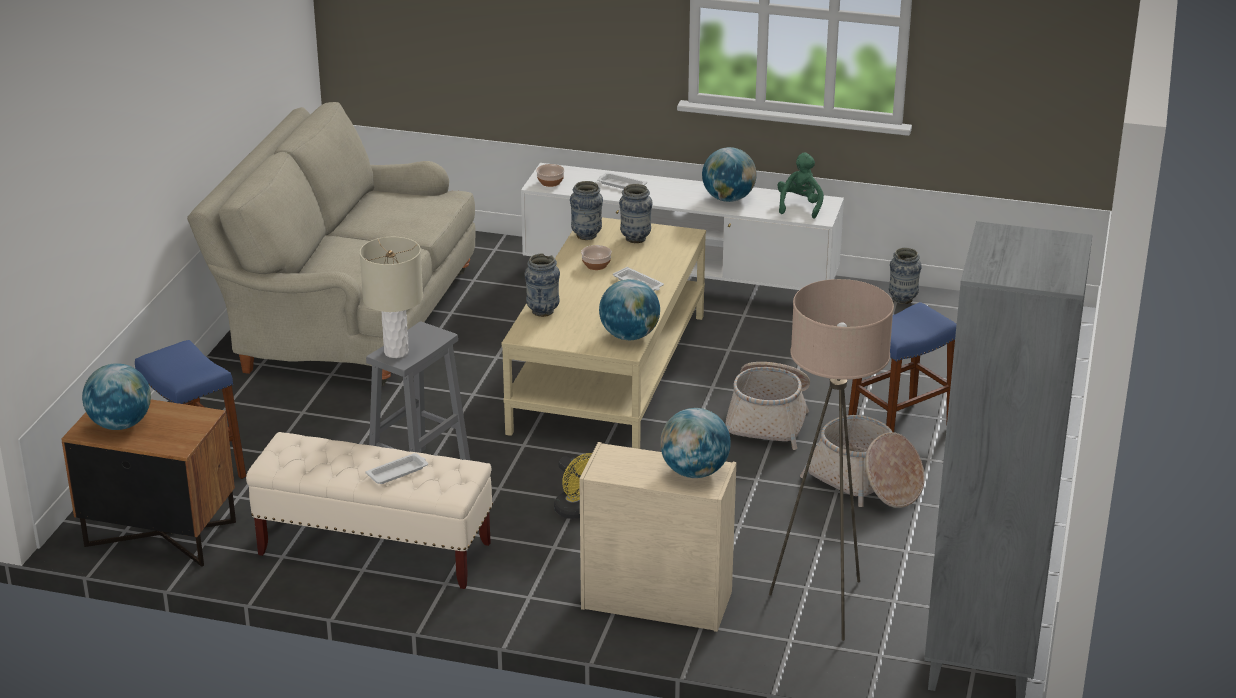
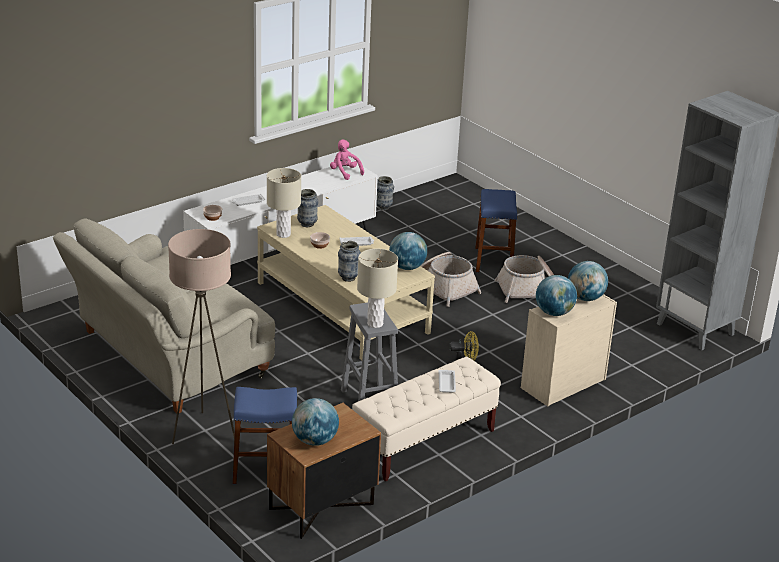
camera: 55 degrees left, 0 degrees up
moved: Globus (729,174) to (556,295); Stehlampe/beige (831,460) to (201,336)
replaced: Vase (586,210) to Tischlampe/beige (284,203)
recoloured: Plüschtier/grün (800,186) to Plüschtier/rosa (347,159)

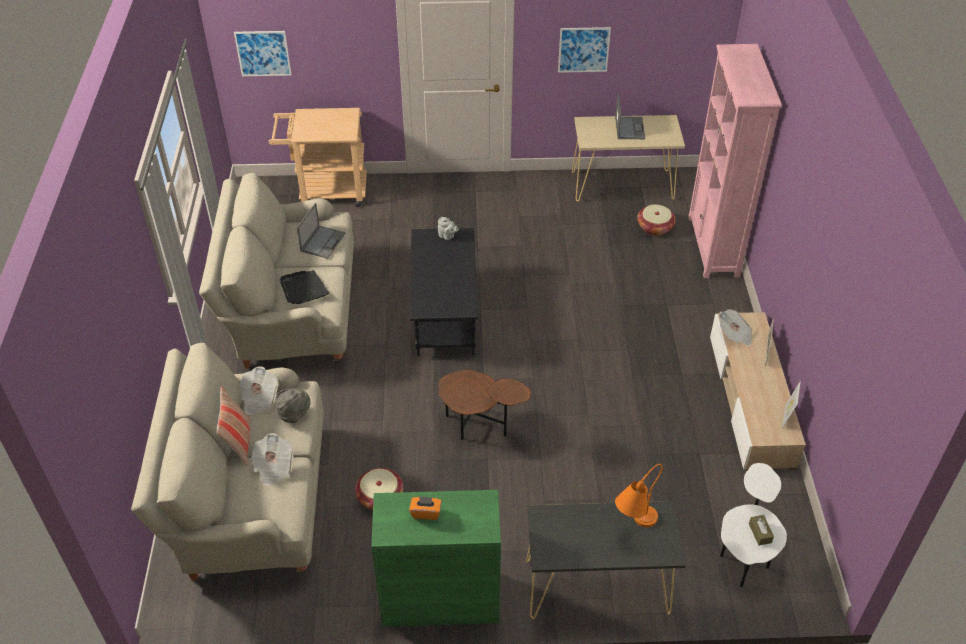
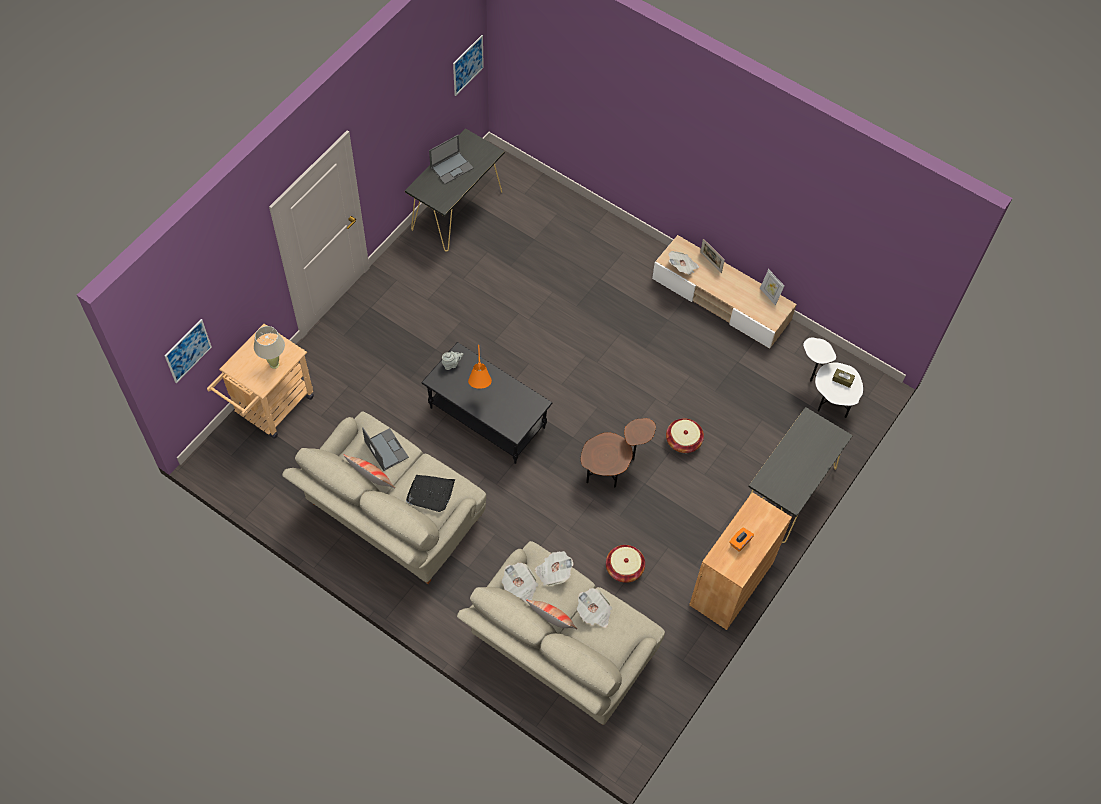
camera: 55 degrees left, 15 degrees up
removed: Bücherregal/rosa (735,161)
added: Tischlampe/beige (269,347); Kissen (369,471)
moved: Bild (584,50) to (468,65); Korb (656,220) to (685,435); Tischlampe/orange (639,495) to (480,367)
replaced: Hut/grau (292,405) to Zeitung (554,568)
recoloured: Konsolentisch/beige (628,158) to Konsolentisch/schwarz (455,189); Schrank/grün (436,558) to Schrank/braun (740,561)
turned: Laptop (630,116) = (451,159) 105 degrees clockwise

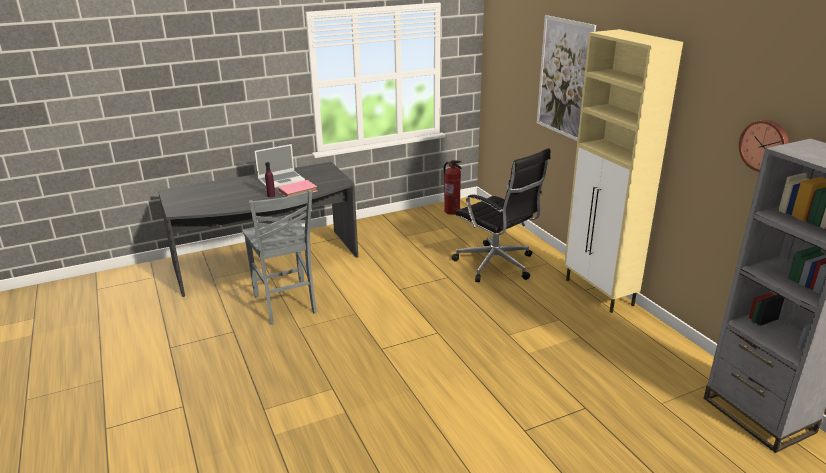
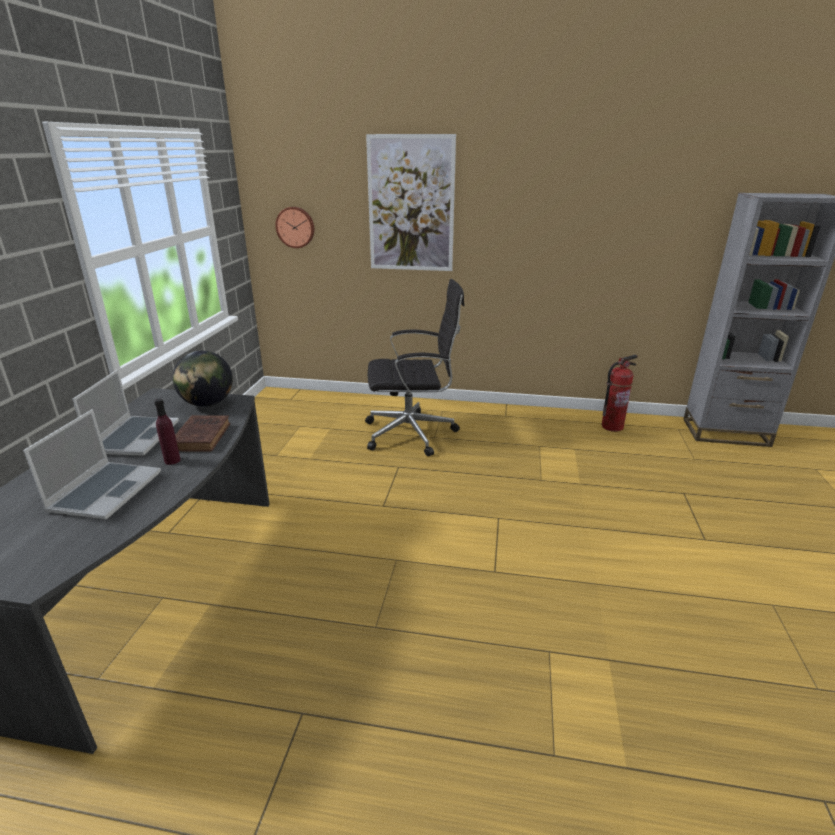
camera: 55 degrees left, 0 degrees up
removed: Schrank/beige (623,171); Stuhl/grau (279,257)
added: Globus (203,379); Laptop (92,464)
moved: Wanduhr (764,146) to (294,227); Feuerlöscher (452,187) to (620,393)
recoloured: Buch/rosa (297,188) to Buch/braun (203,433)

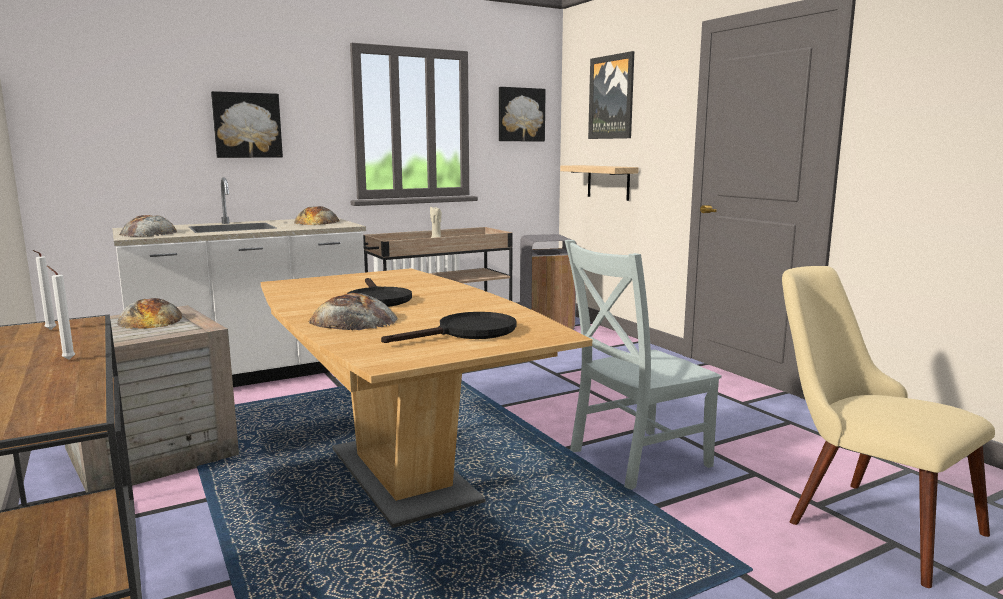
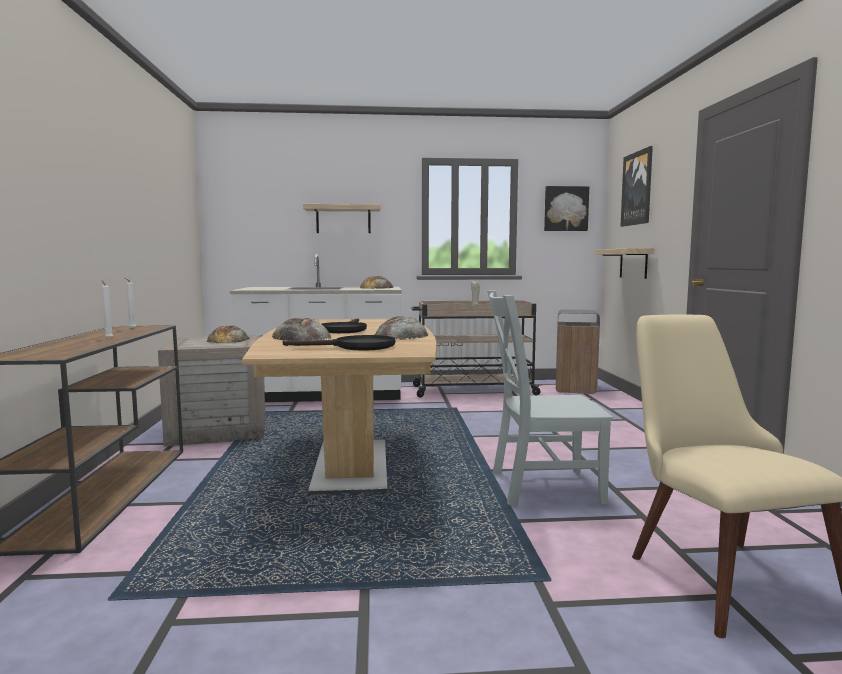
camera: 25 degrees right, 5 degrees down
moved: Brot (148,226) to (401,328)
replaced: Bild (247,124) to Wandregal (341,218)

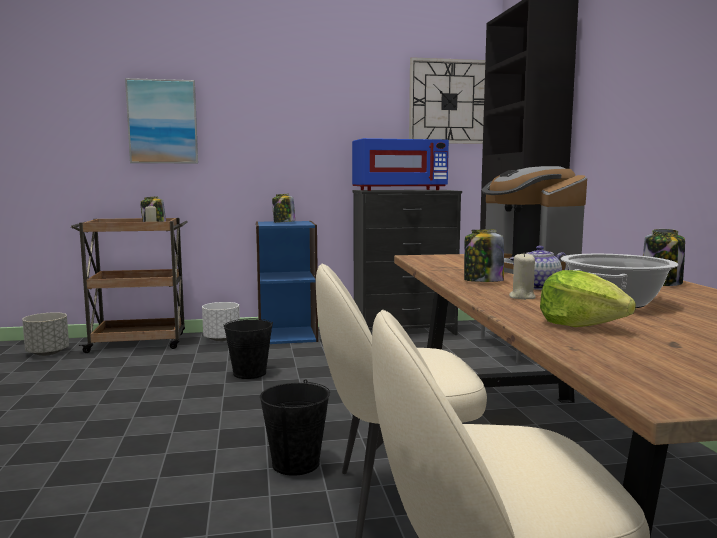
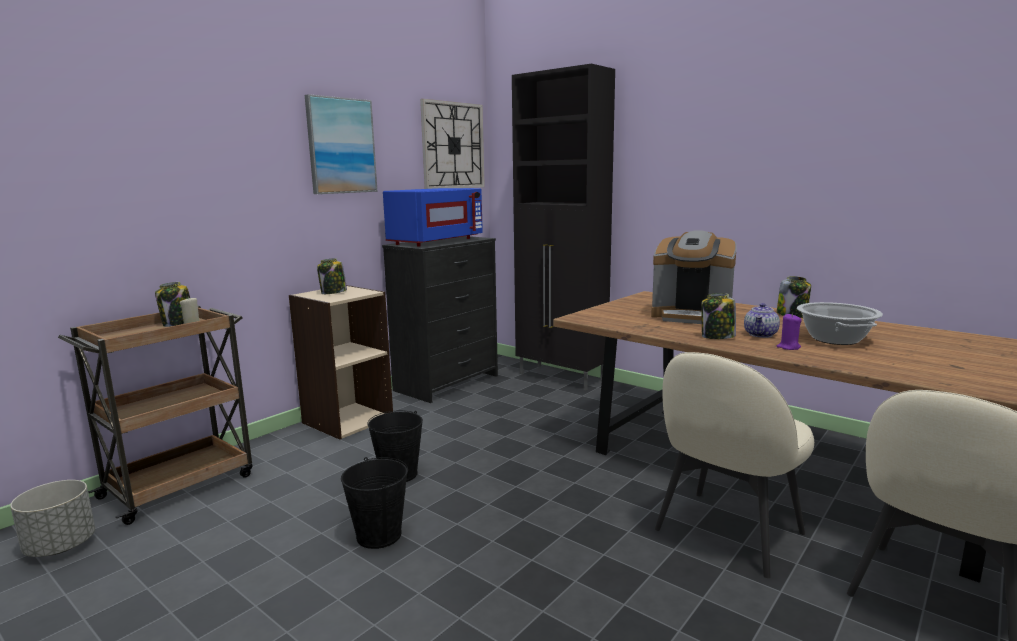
camera: 40 degrees left, 5 degrees up
removed: Salatkopf (588,298); Pflanzkübel/weiß (221,321)
moved: Bild (161,120) to (341,144); Eimer/schwarz (295,427) to (374,503)
recoloured: Bücherregal/blau (287,282) to Bücherregal/beige (341,362); Kerze/beige (522,276) to Kerze/lila (789,332)

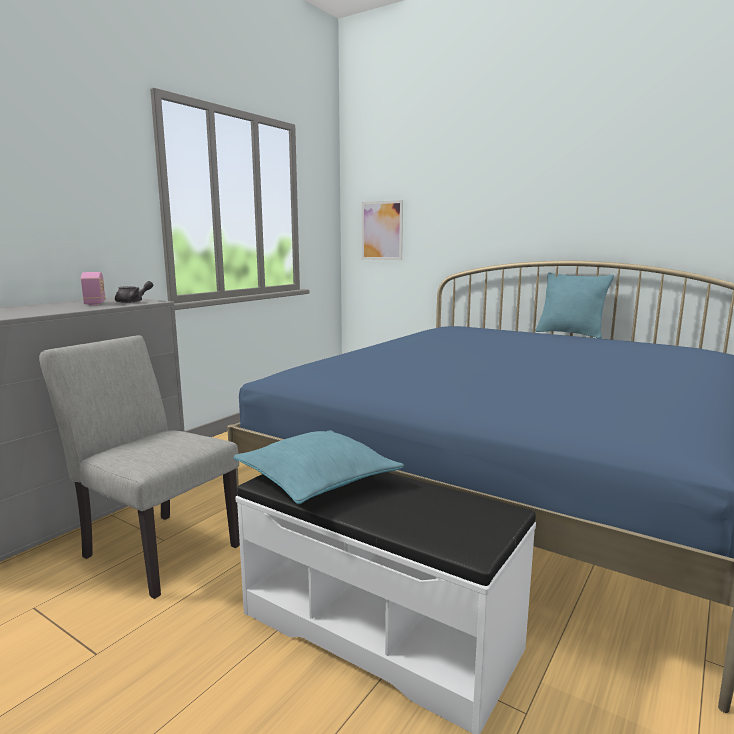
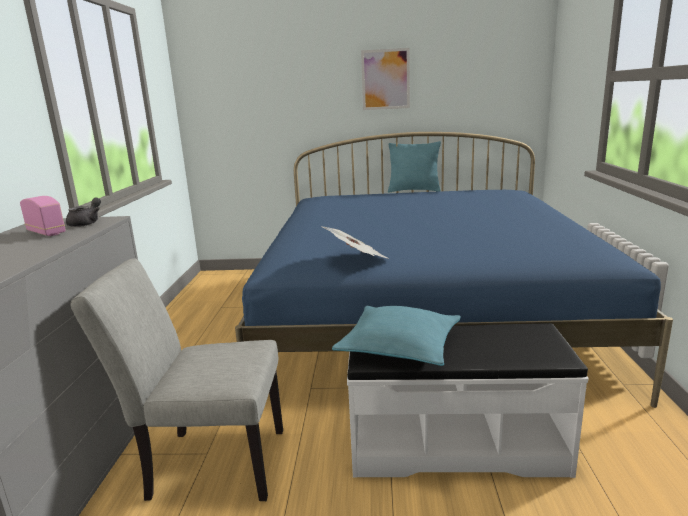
camera: 30 degrees left, 5 degrees up
added: Zeitung (355,242)
moved: Bild (382,230) to (385,79)

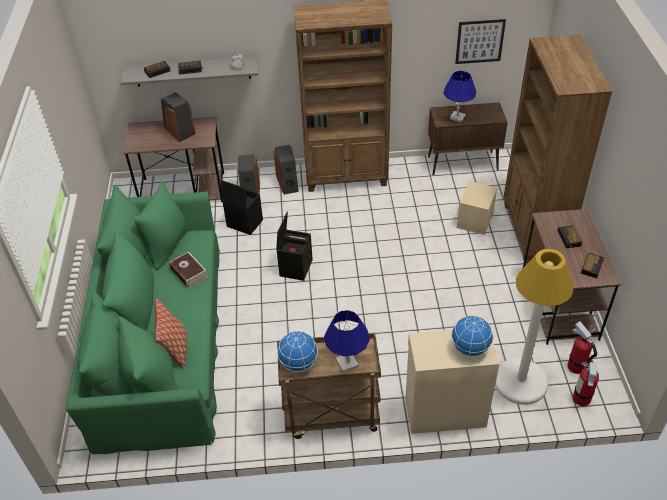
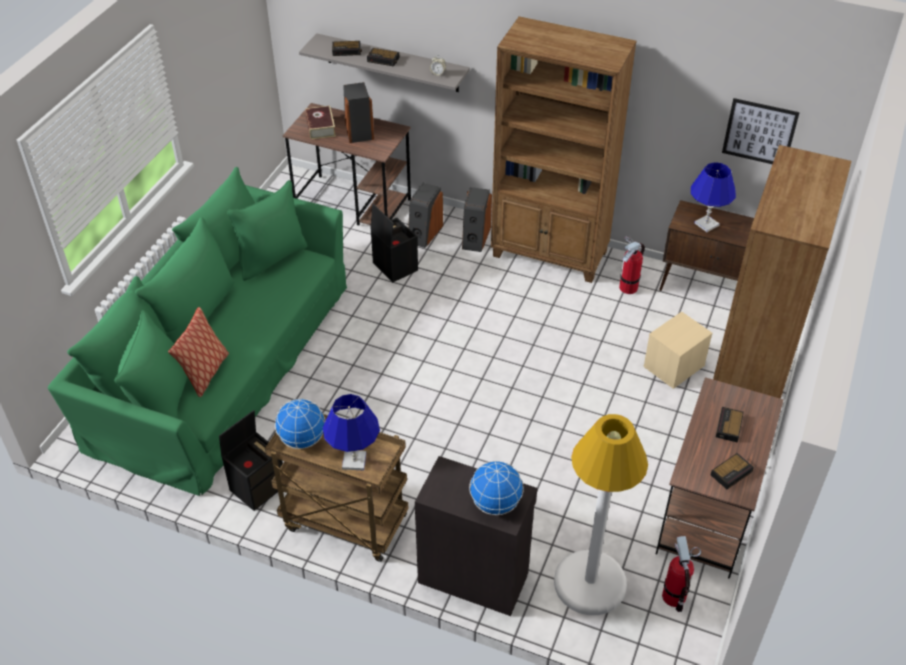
camera: 25 degrees right, 0 degrees up
moved: Aufbewahrungsbox/schwarz (294,246) to (251,460); Buch (188,270) to (320,123); Feuerlöscher (586,383) to (632,265)
recoloured: Schrank/beige (452,381) to Schrank/schwarz (476,536)

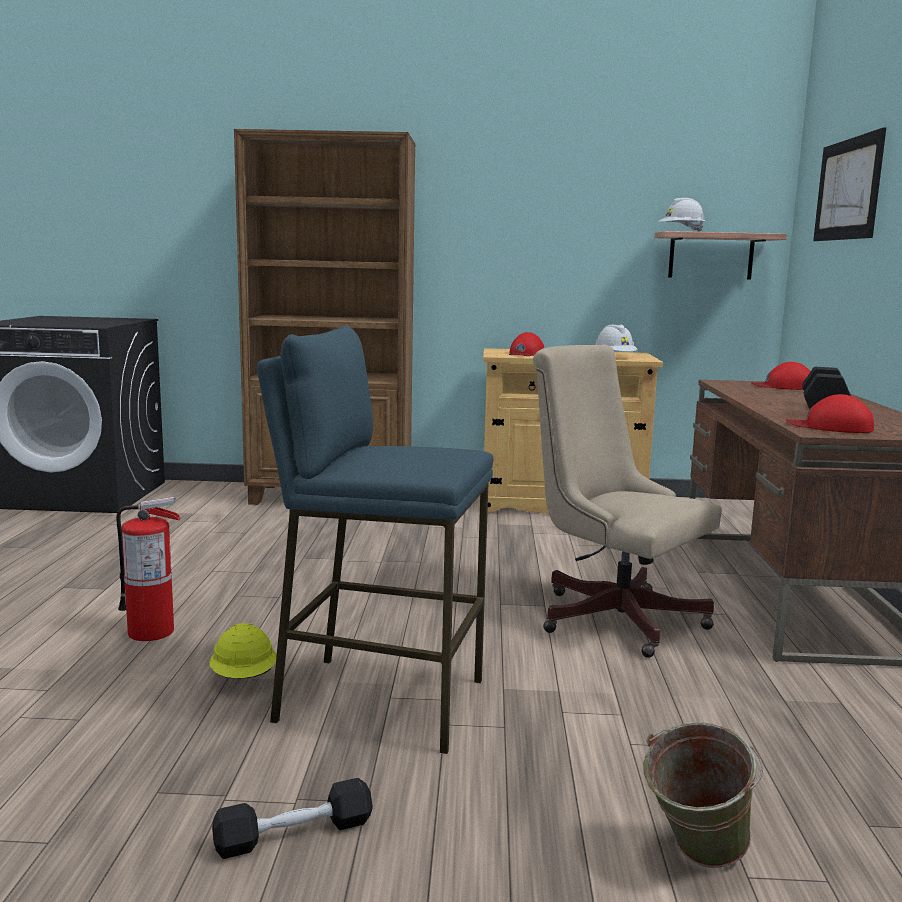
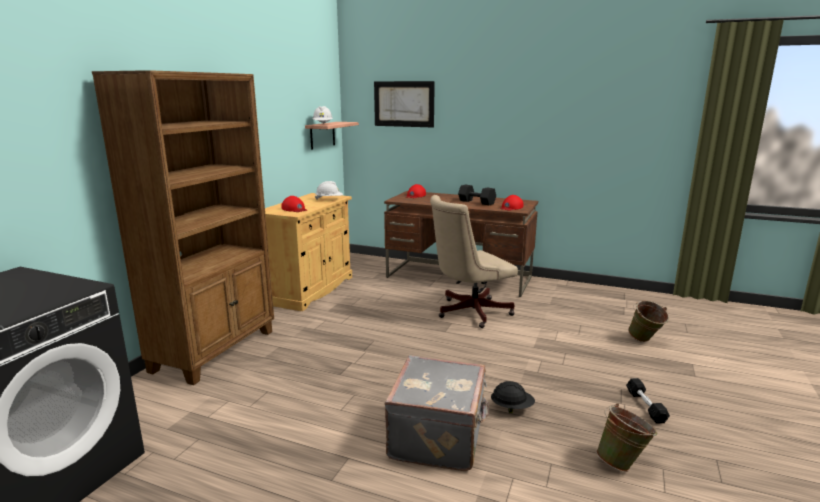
camera: 70 degrees left, 5 degrees up
removed: Hocker/blau (375,539)
added: Eimer/grün (626,437)
replaced: Feuerlöscher (148,569) to Koffer/grau (437,413)
recoloured: Schutzhelm/gelb (243,651) to Schutzhelm/schwarz (513,397)

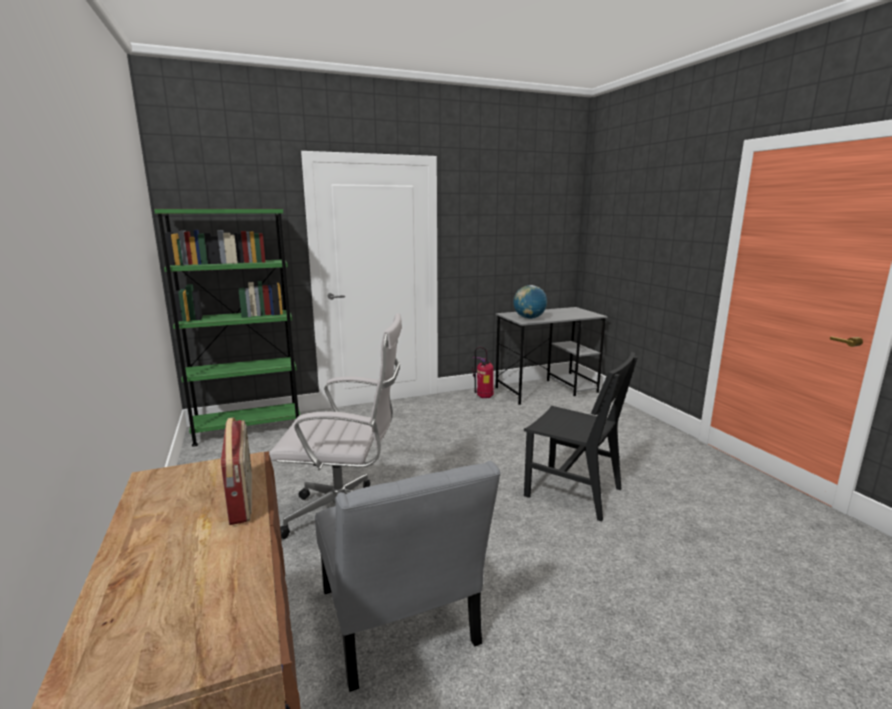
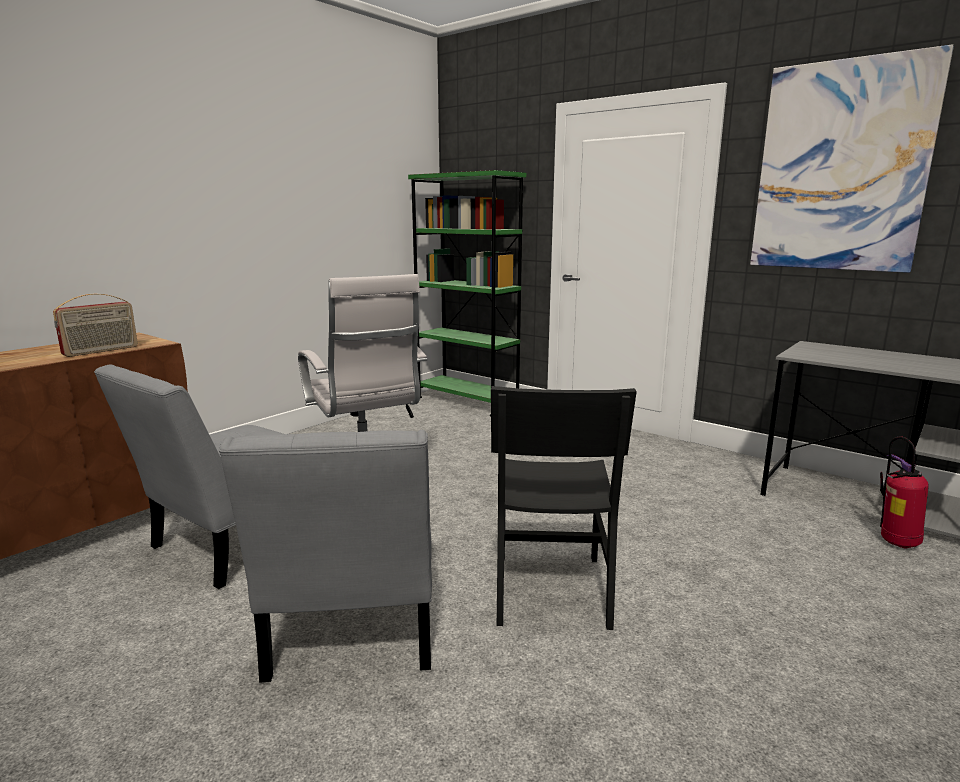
camera: 60 degrees right, 0 degrees up
removed: Globus (530,302)
added: Bild (852,158); Stuhl/grau (325,556)
moved: Feuerlöscher (483,372) to (904,492)

